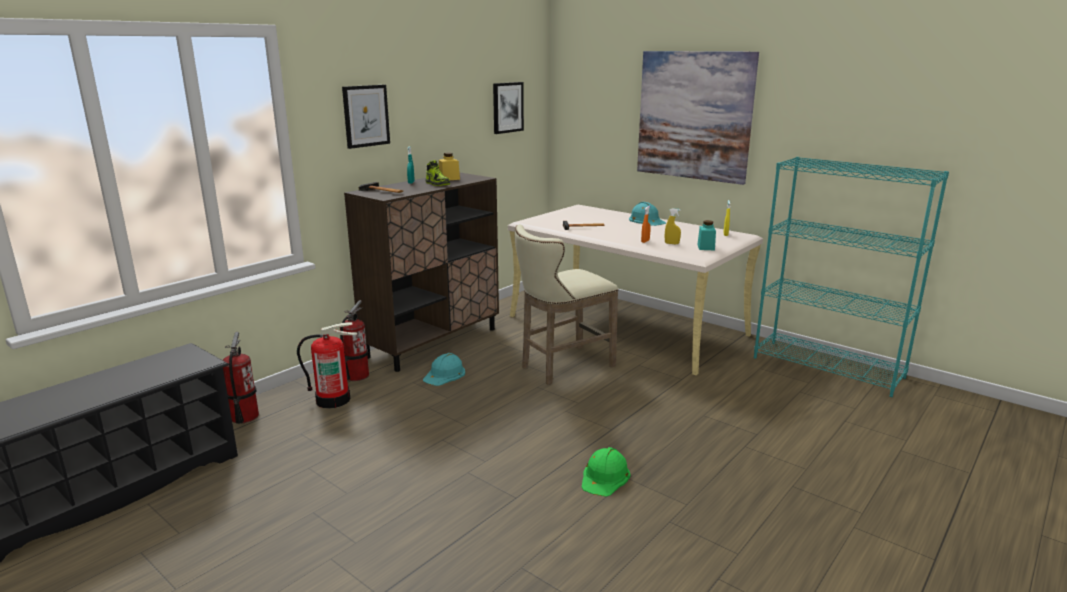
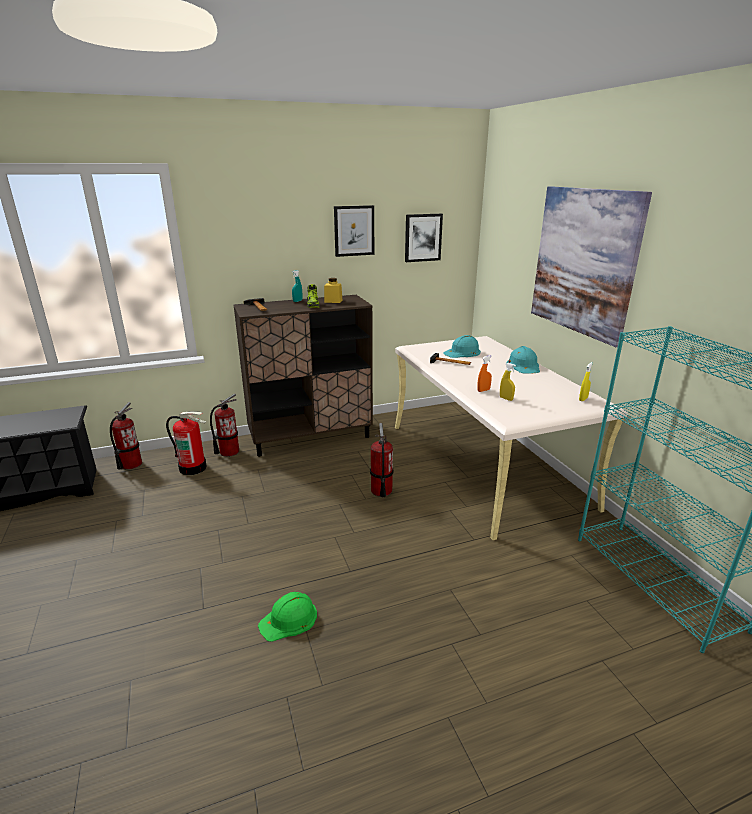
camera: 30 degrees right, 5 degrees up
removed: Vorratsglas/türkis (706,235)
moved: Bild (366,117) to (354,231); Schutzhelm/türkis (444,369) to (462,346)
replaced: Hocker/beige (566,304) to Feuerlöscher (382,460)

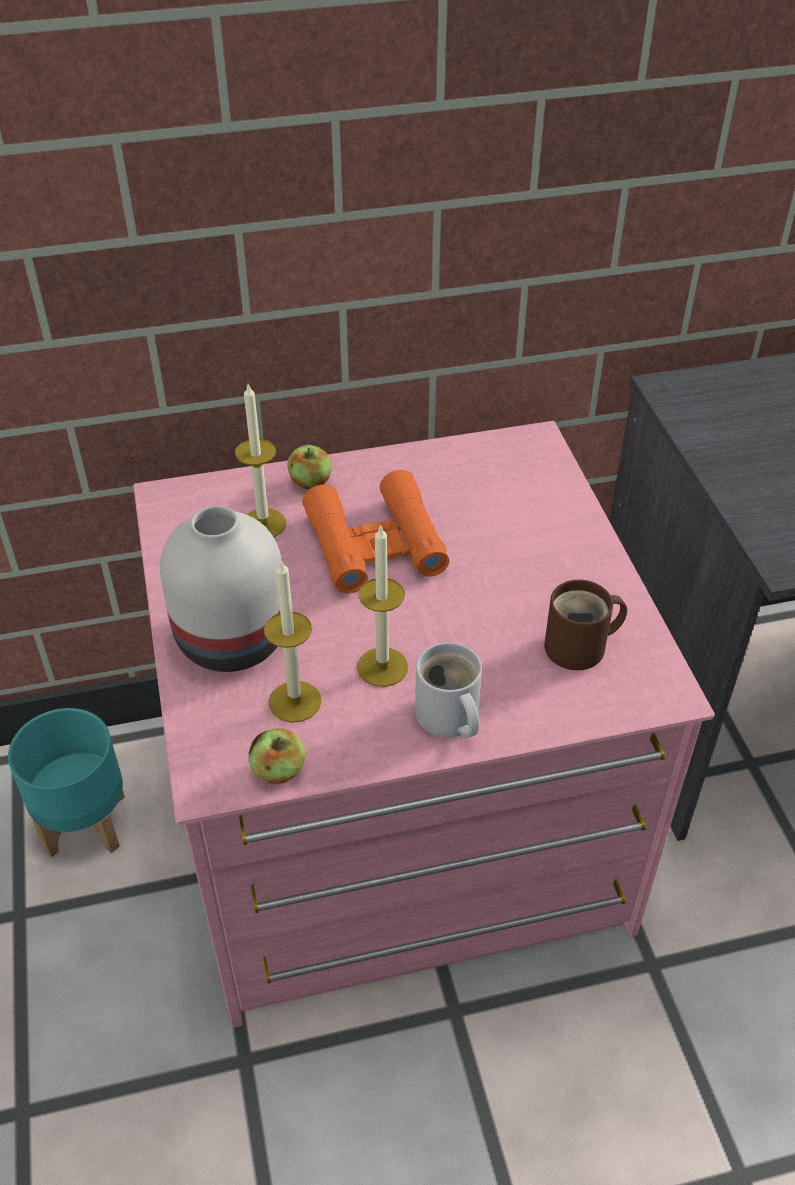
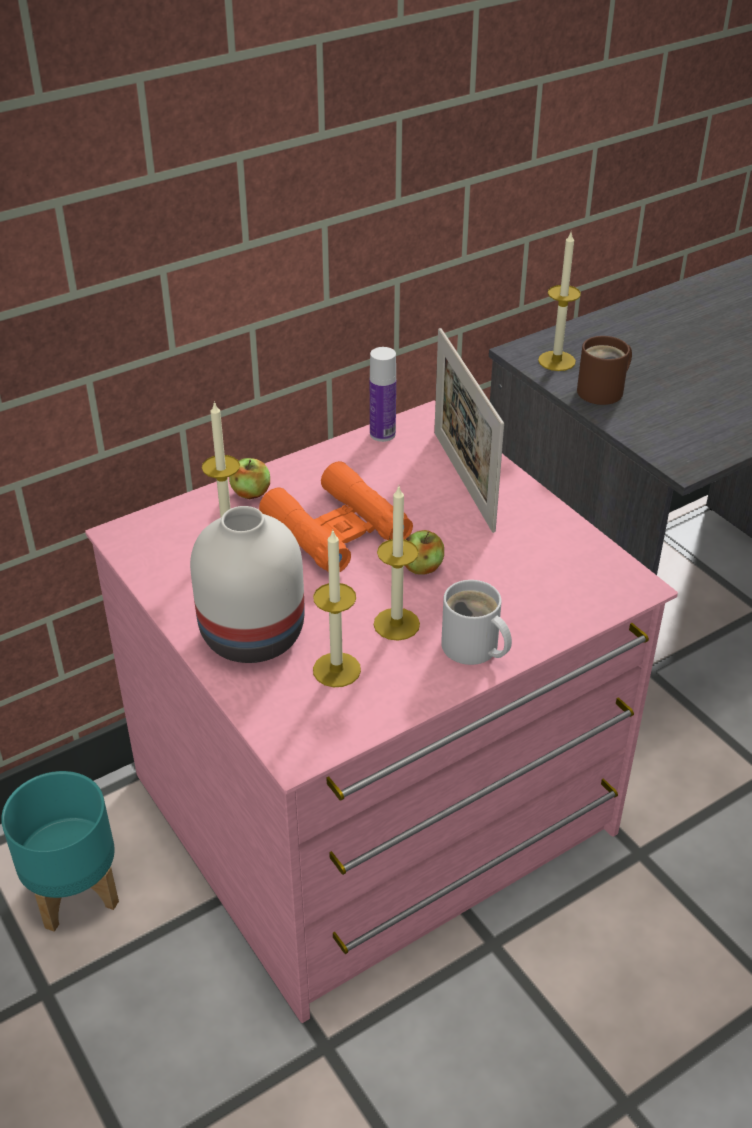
camera: 20 degrees left, 5 degrees down
added: Kerze (559,301); Bilderrahmen (469,430); Flasche (383,394)
moved: Henkelbecher/braun (585,625) to (604,370); Apfel (277,756) to (424,552)

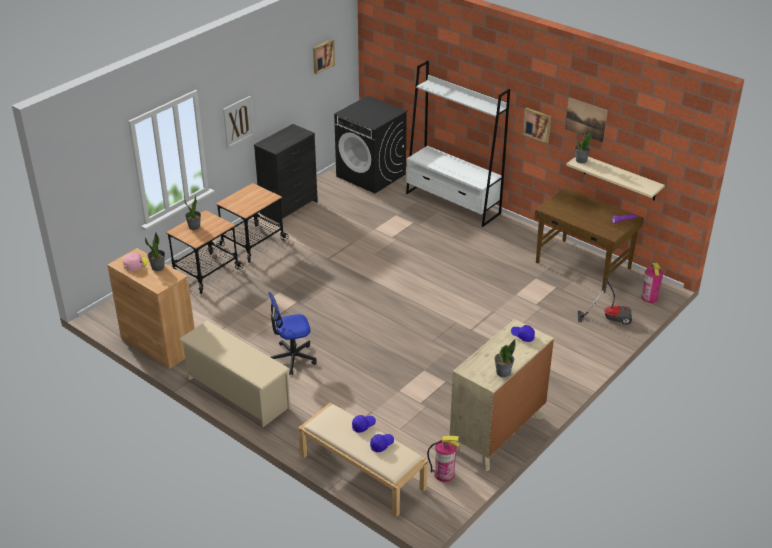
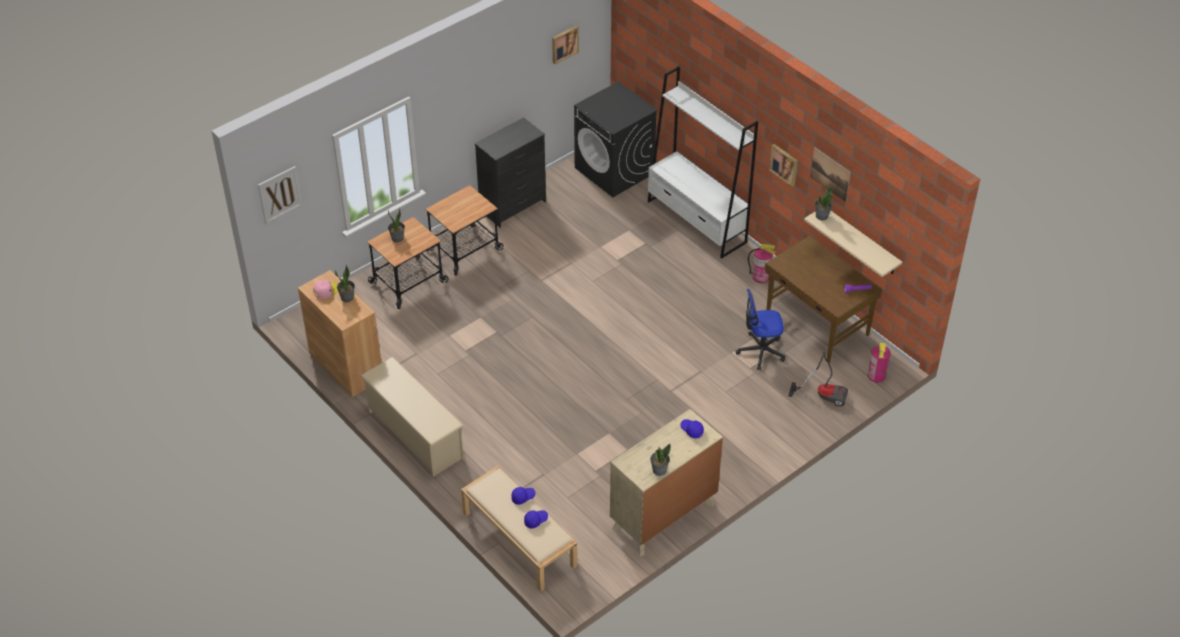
camera: 10 degrees right, 10 degrees up
moved: Bild (238,122) to (280,195); Bürostuhl (292,333) to (760,329); Feuerlöscher (443,459) to (762,263)

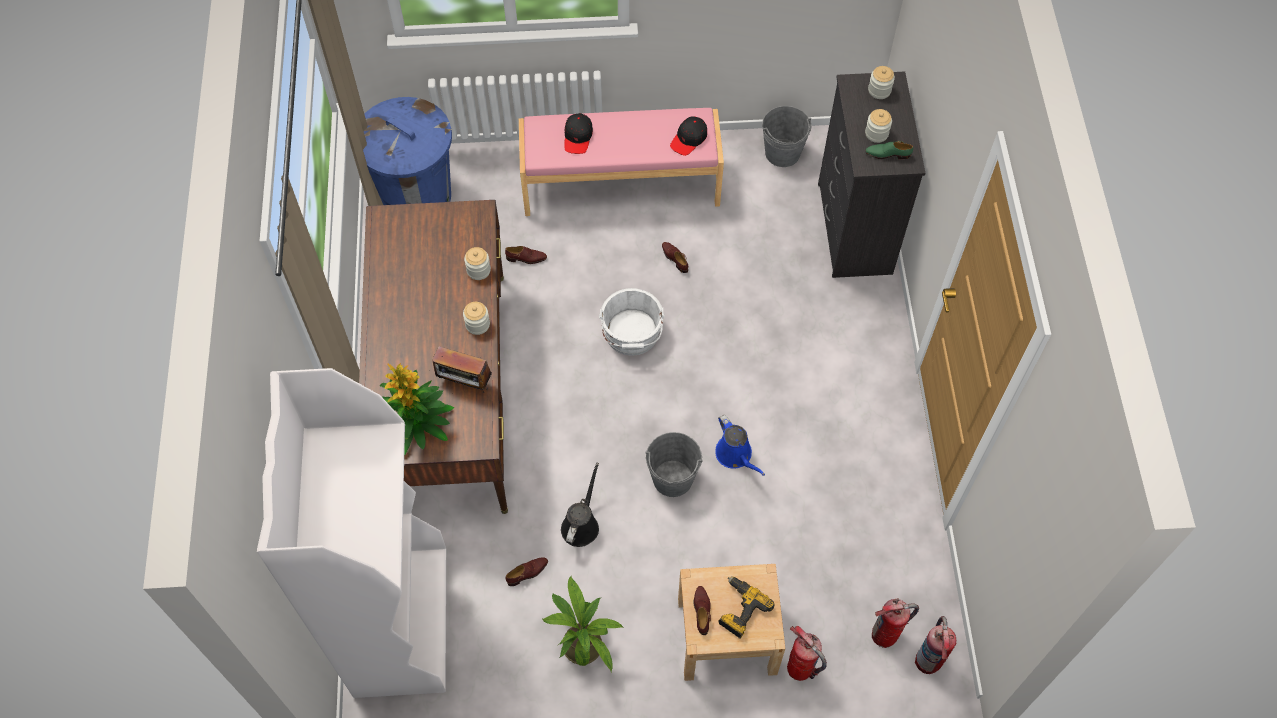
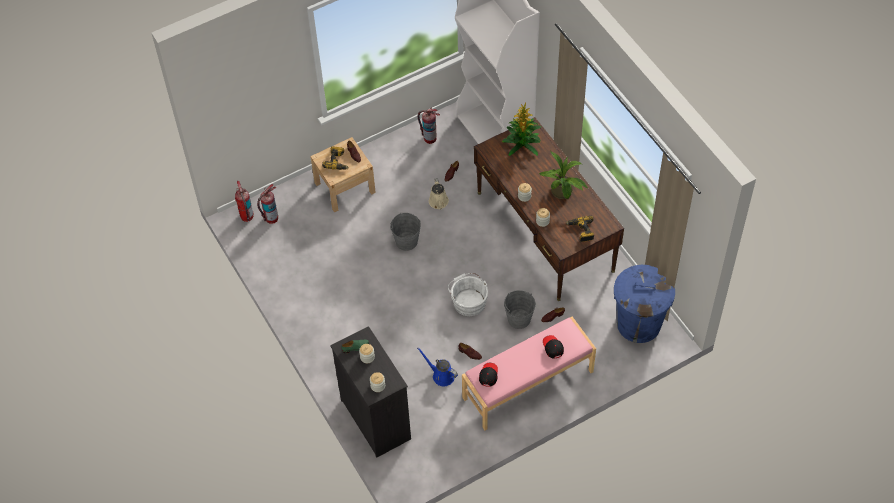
camera: 155 degrees right, 5 degrees down
removed: Radio (462,368)
added: Bohrmaschine (579,229)
moved: Eimer/grau (786,136) to (520,309); Gießkanne/blau (740,445) to (437,367); Topfpflanze (583,624) to (563,175); Feuerlöscher (807,653) to (429,126)
recoloured: Gießkanne/schwarz (580,505) to Gießkanne/beige (439,194)

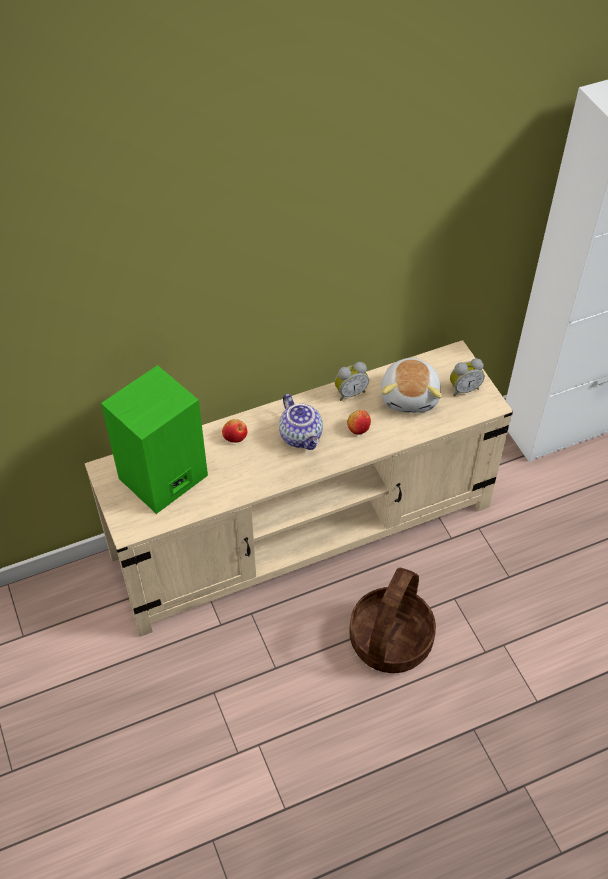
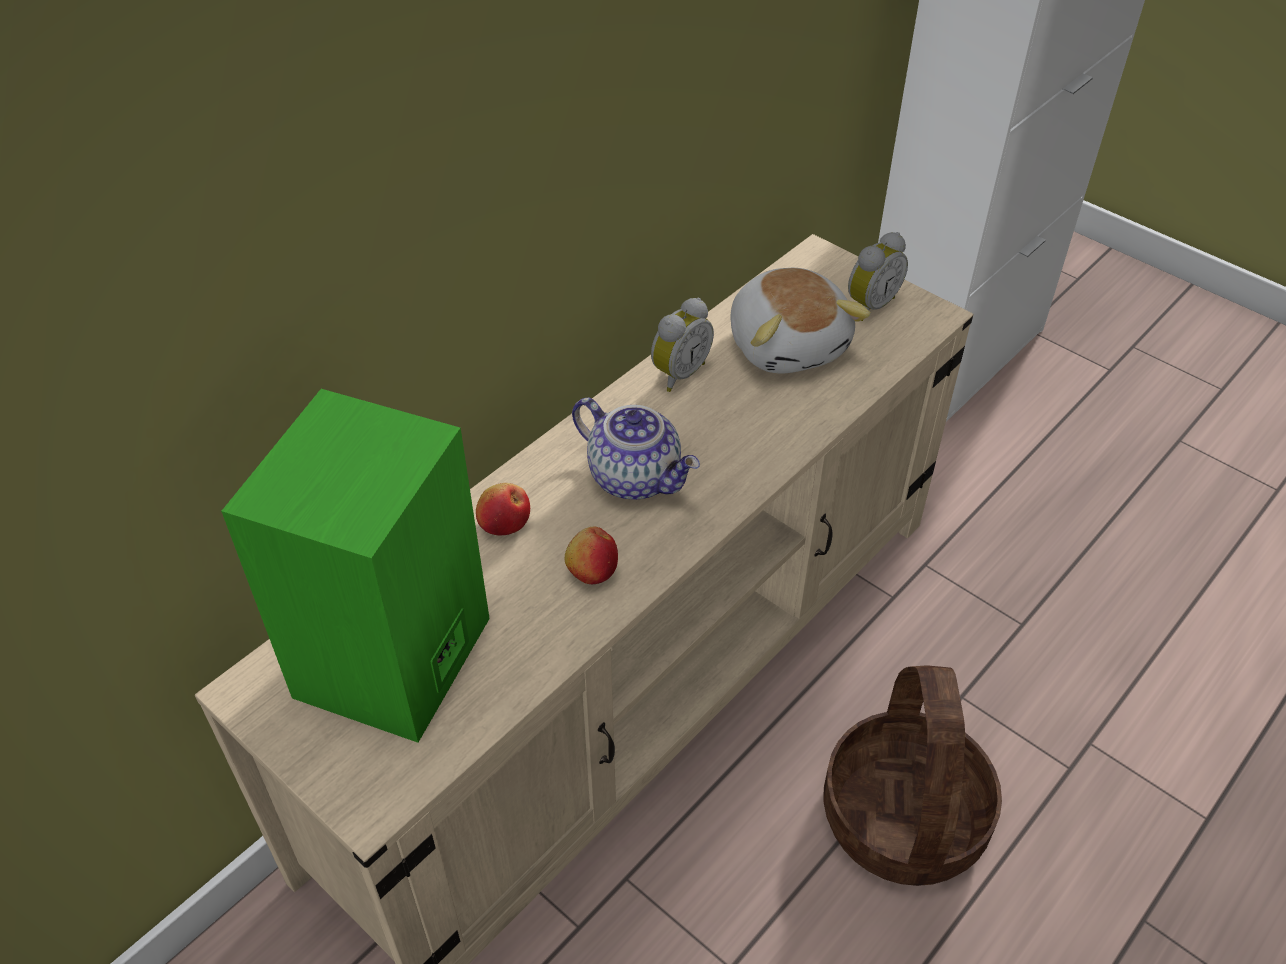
camera: 25 degrees left, 5 degrees down
moved: Apfel (359,422) to (591,555)

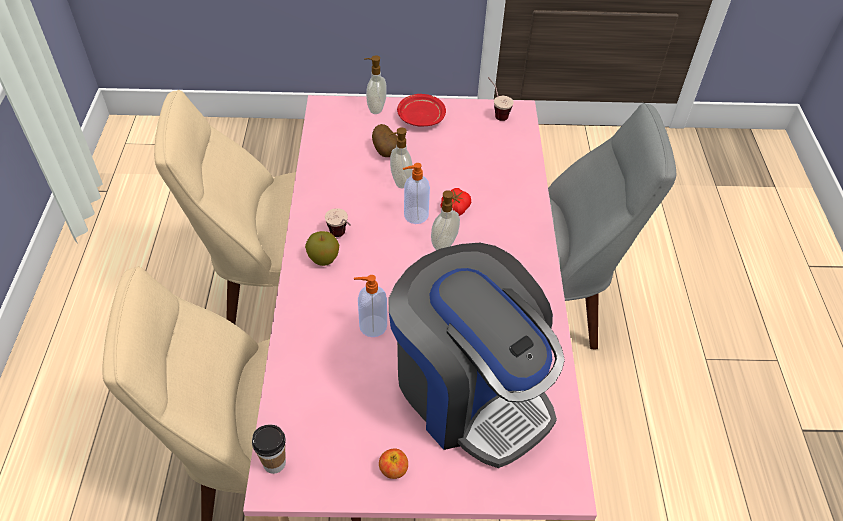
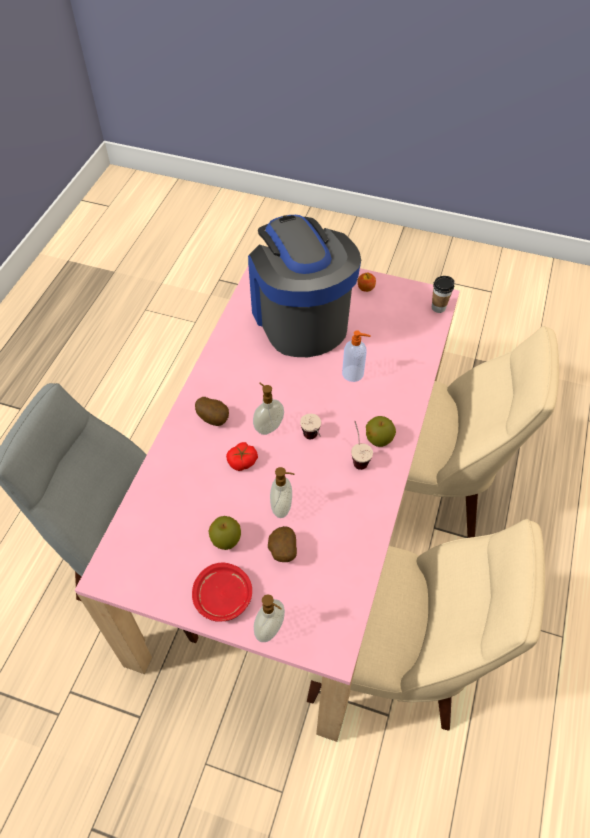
camera: 160 degrees left, 5 degrees up
removed: Seifenspender (416,193)
added: Kartoffel (212,411); Apfel (224,533)
moved: Tasse (501,99) to (310,426)

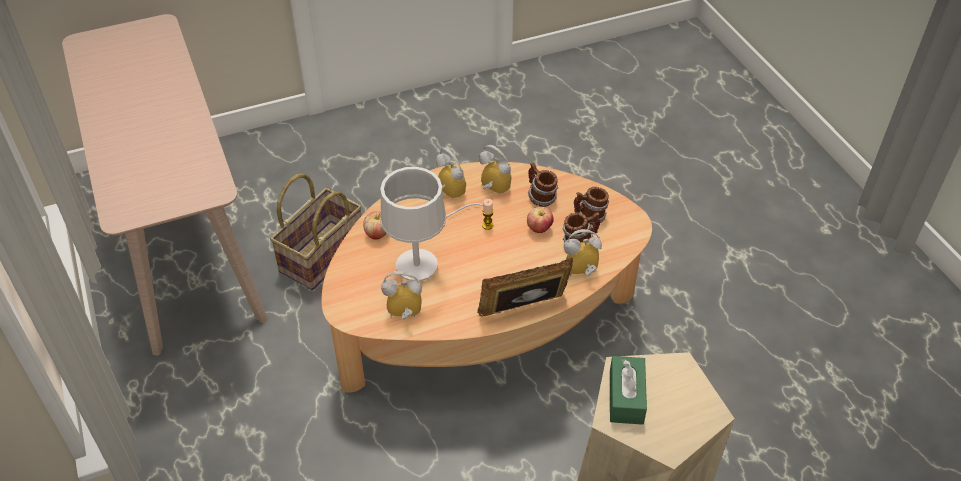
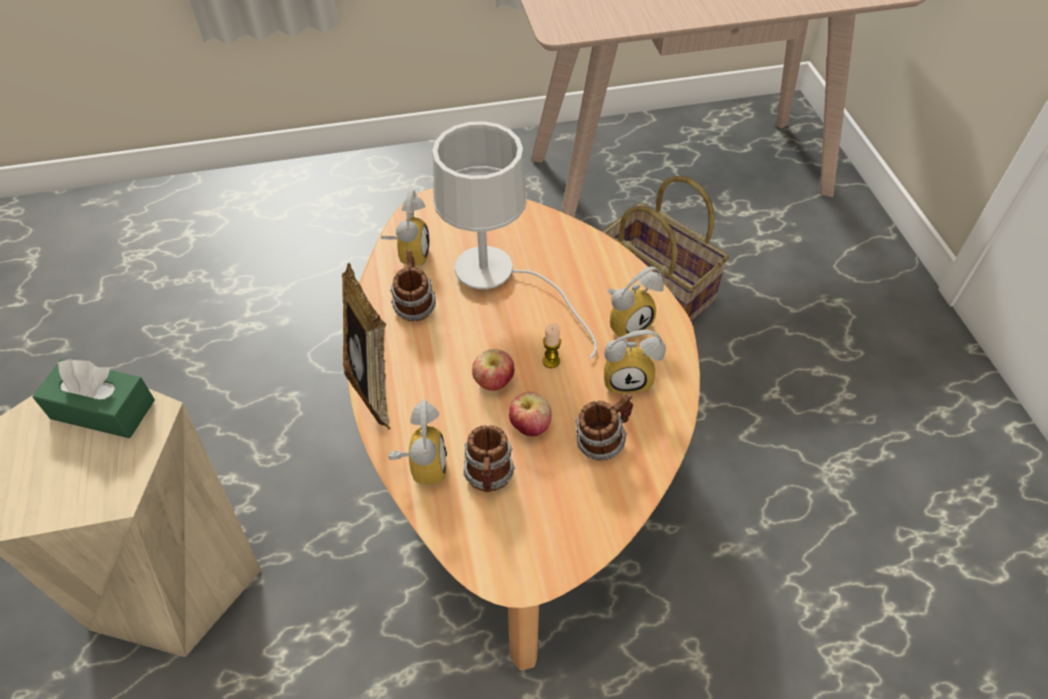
camera: 100 degrees right, 5 degrees up
moved: Henkelbecher (591,206) to (413,285); Apfel (375,225) to (493,369)
turned: Wecker (495,169) = (635,361) 45 degrees clockwise

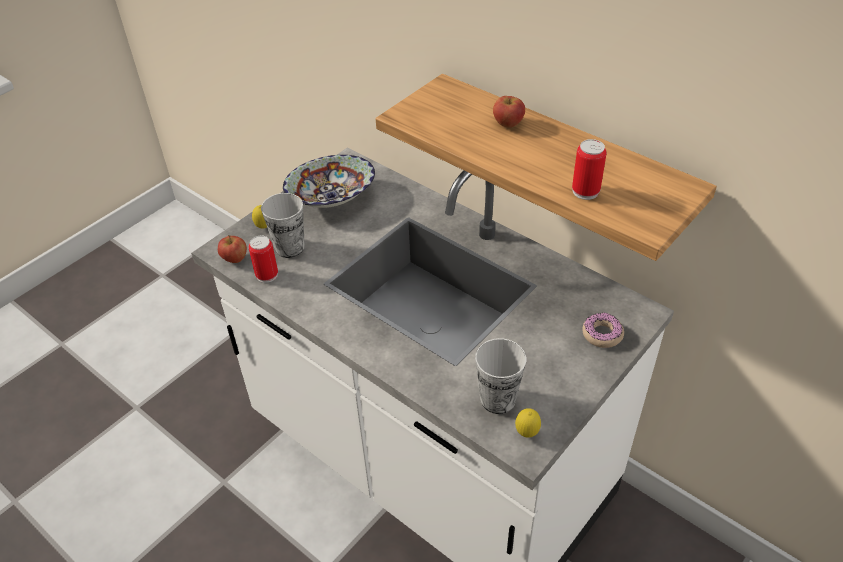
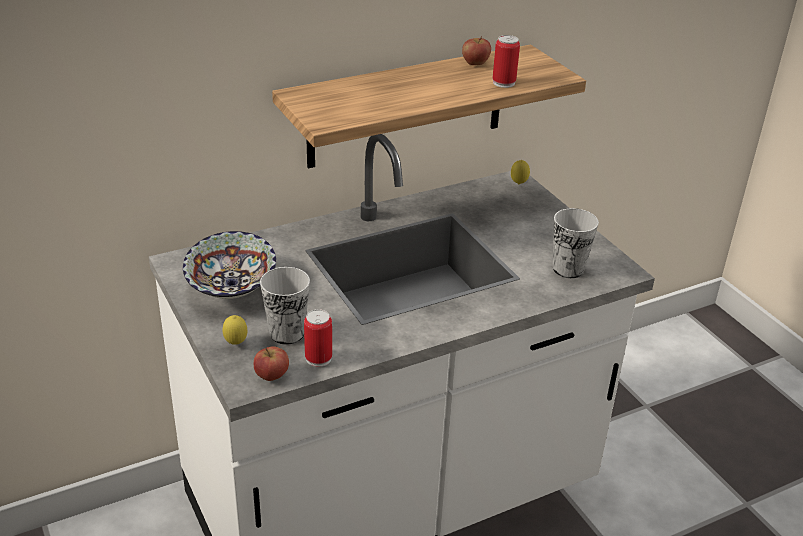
camera: 70 degrees left, 10 degrees down
removed: Donut (603,330)
moved: Apfel (509,112) to (476,50); Zitrone (528,423) to (520,172)

